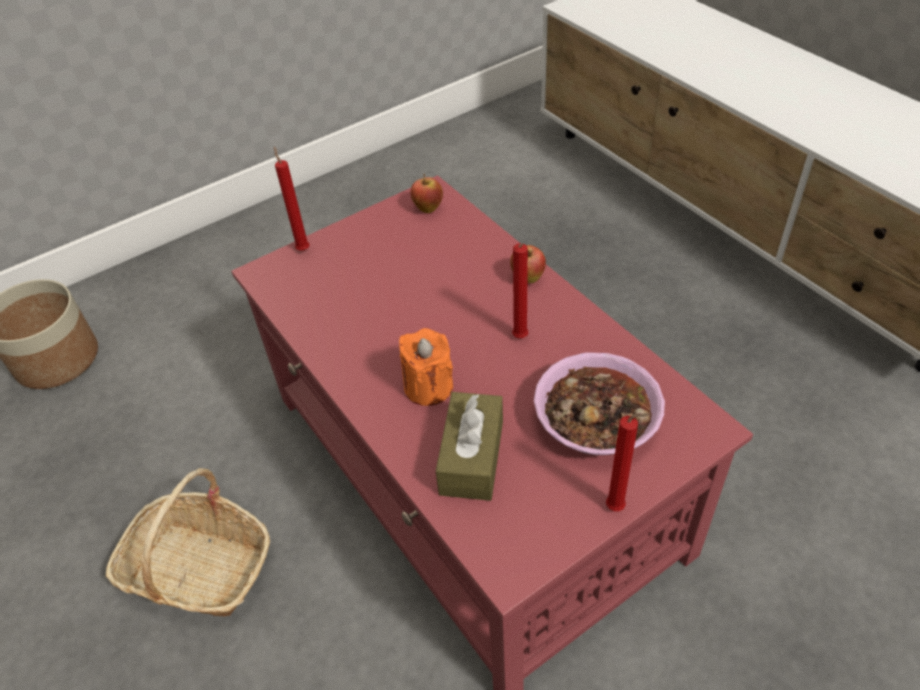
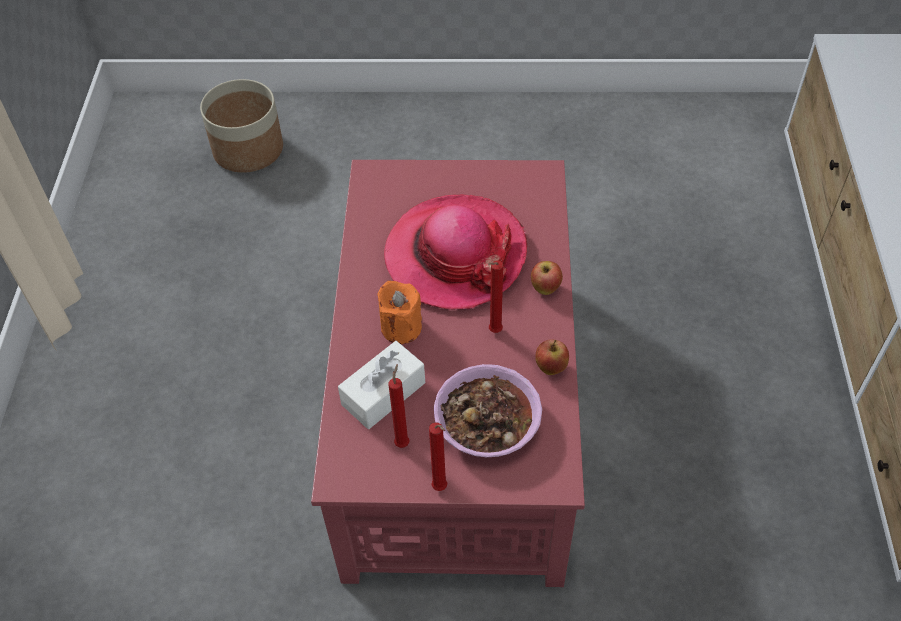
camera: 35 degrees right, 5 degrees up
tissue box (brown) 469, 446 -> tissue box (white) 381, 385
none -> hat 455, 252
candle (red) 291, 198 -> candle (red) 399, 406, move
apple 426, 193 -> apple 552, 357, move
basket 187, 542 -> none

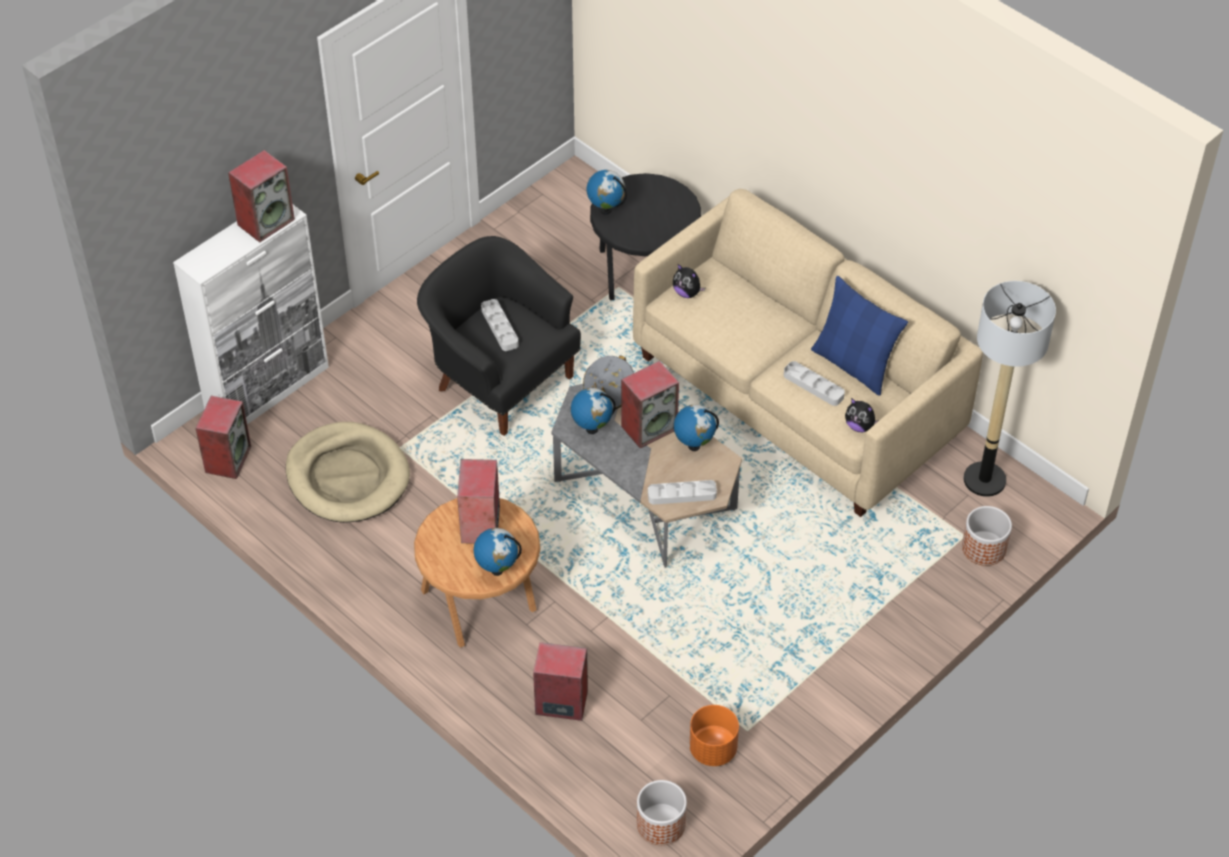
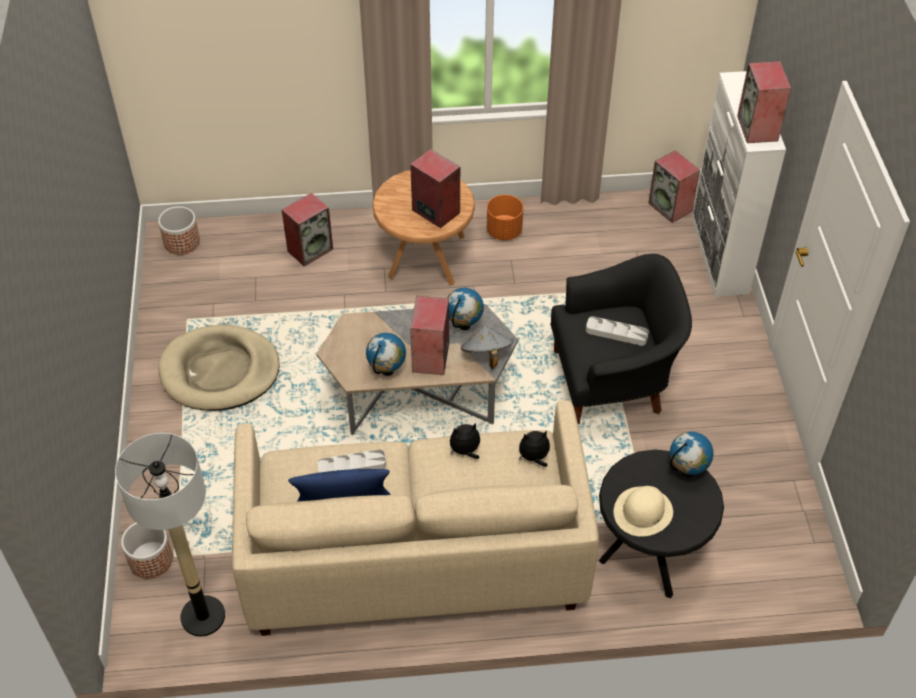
camera: 130 degrees right, 0 degrees up
dog bed (beige) 348, 472 -> dog bed (beige) 219, 368, move
plush toy 862, 415 -> plush toy 465, 441, move
planter (orange) 714, 735 -> planter (orange) 505, 217, move
none -> hat (beige) 643, 511
globe 497, 552 -> none
tray (grey) 682, 492 -> none

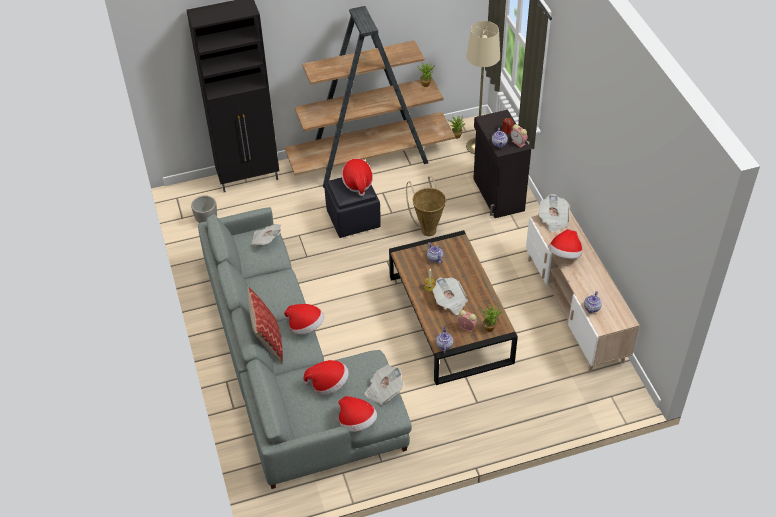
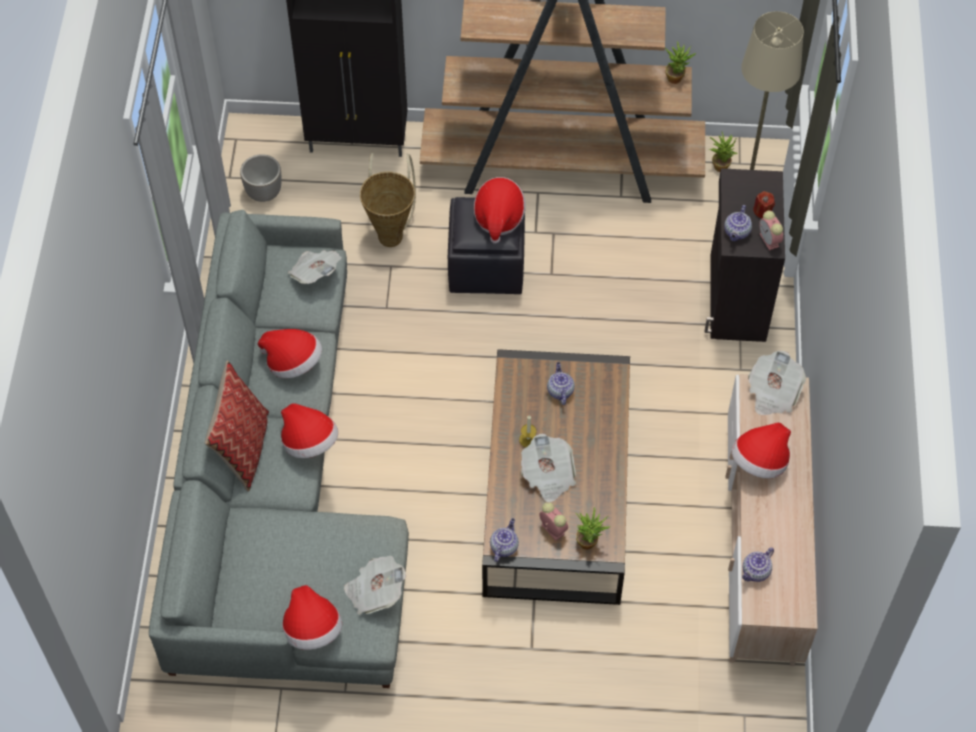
camera: 20 degrees right, 10 degrees up
hat 326, 377 -> hat 290, 353, move
basket 426, 206 -> basket 388, 200, move

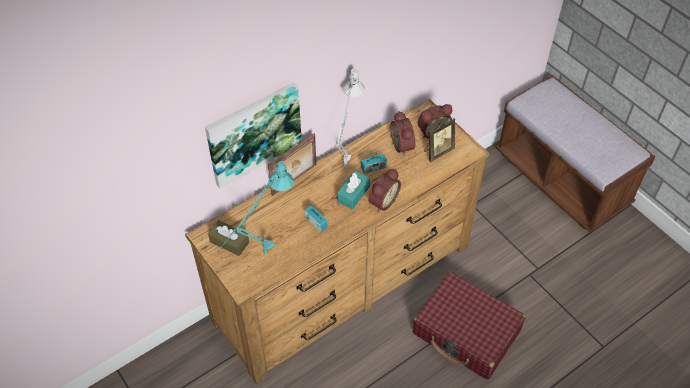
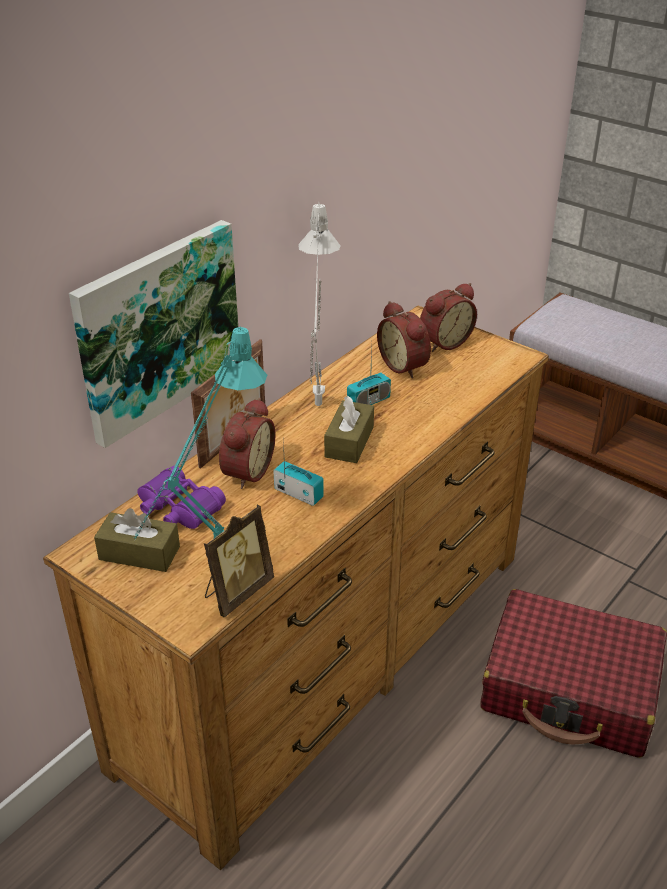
camera: 15 degrees left, 15 degrees down
none -> binoculars (purple) 181, 497
picture frame 439, 140 -> picture frame 239, 561, move
alarm clock 384, 190 -> alarm clock 246, 443, move
tissue box (turquoise) 353, 190 -> tissue box (brown) 349, 429

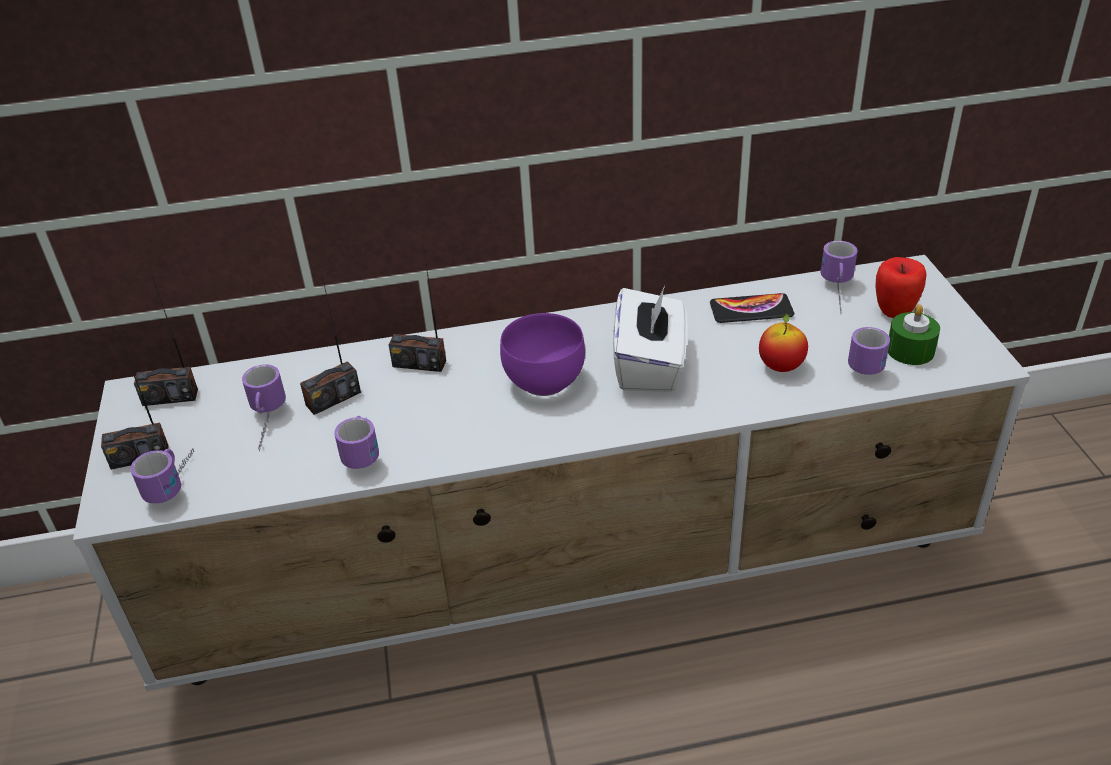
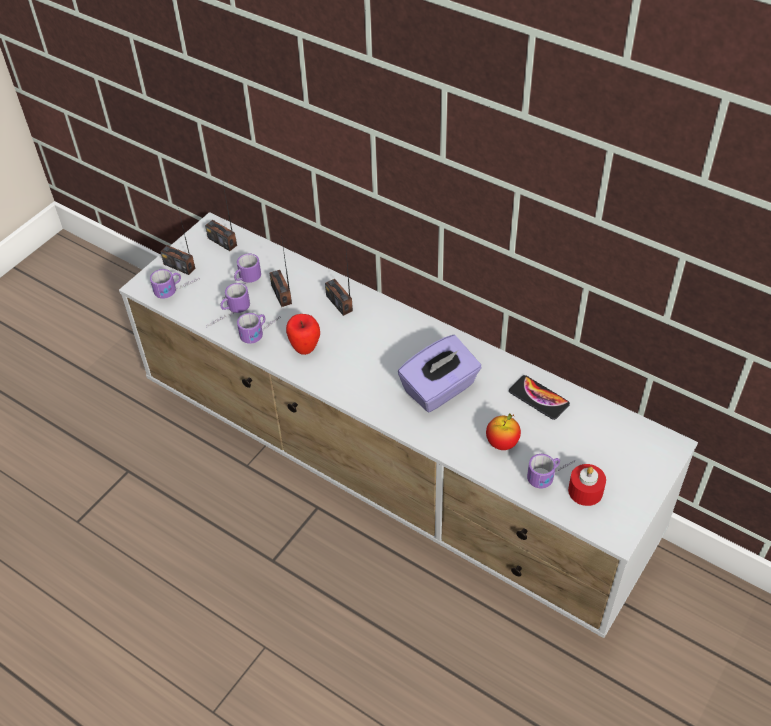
camera: 45 degrees right, 10 degrees up
mug 839, 277 -> mug 229, 304, move
radio 330, 343 -> radio 281, 274, 60 degrees clockwise
apple 900, 287 -> apple 303, 334, move
tissue box (white) 650, 339 -> tissue box (purple) 440, 373
candle (green) 914, 335 -> candle (red) 587, 485
bowl (purple) 542, 354 -> none

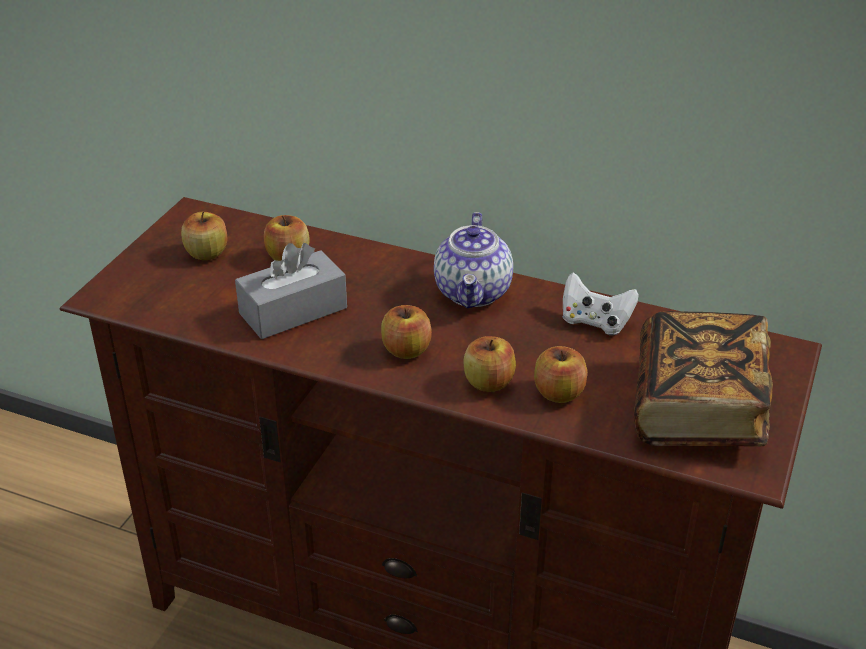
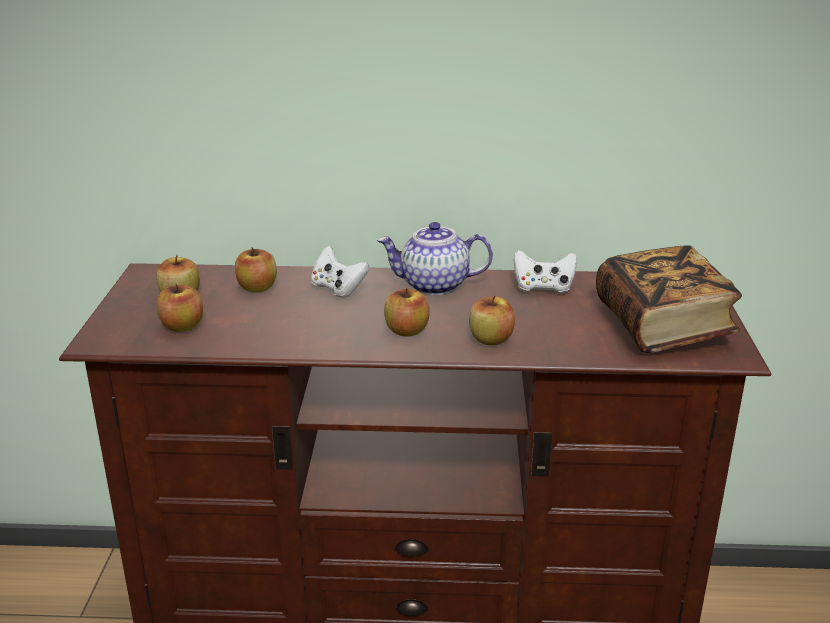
camera: 20 degrees left, 10 degrees down
apple 560, 374 -> apple 180, 308, move
none -> game controller (white) 340, 272
teapot 473, 260 -> teapot 435, 258, 105 degrees clockwise
tissue box (grey) 291, 291 -> none

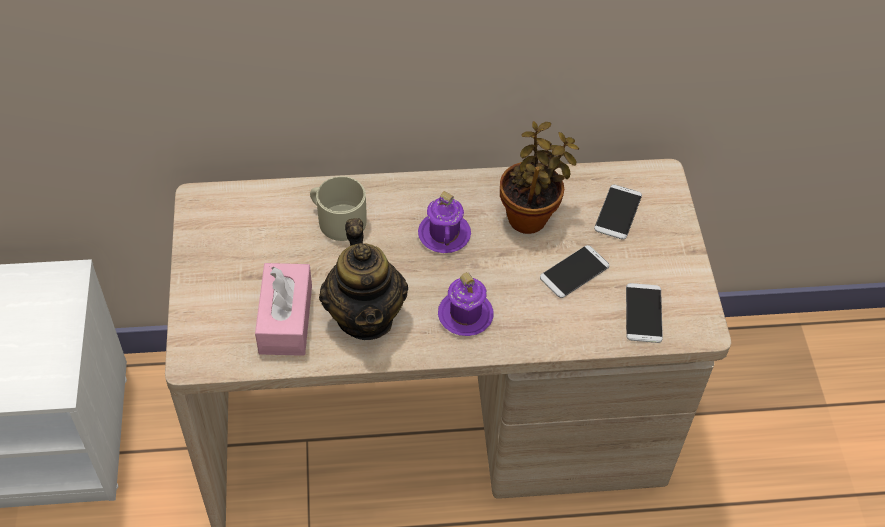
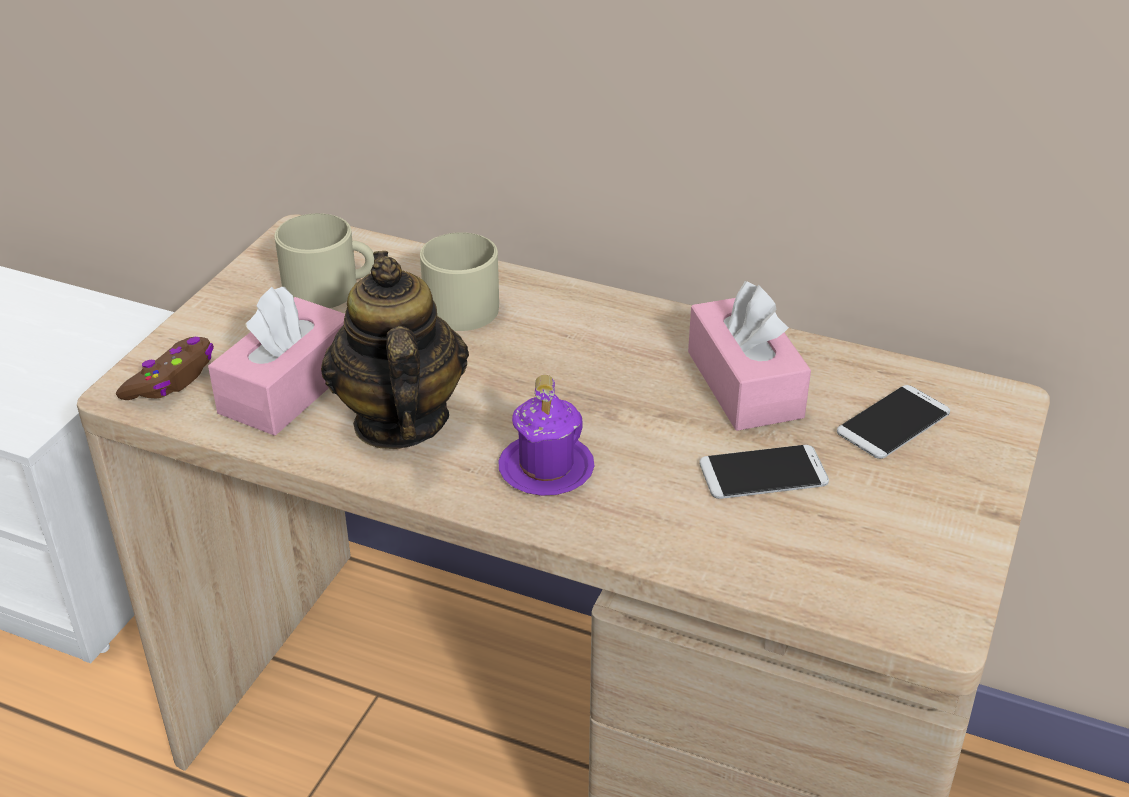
camera: 30 degrees right, 15 degrees down
none -> game controller (brown) 165, 368
none -> mug (beige) 324, 260
teapot 363, 279 -> teapot 395, 350, 150 degrees clockwise
potted plant 539, 177 -> tissue box (pink) 749, 356
mug (purple) 444, 222 -> none
phone 644, 313 -> none

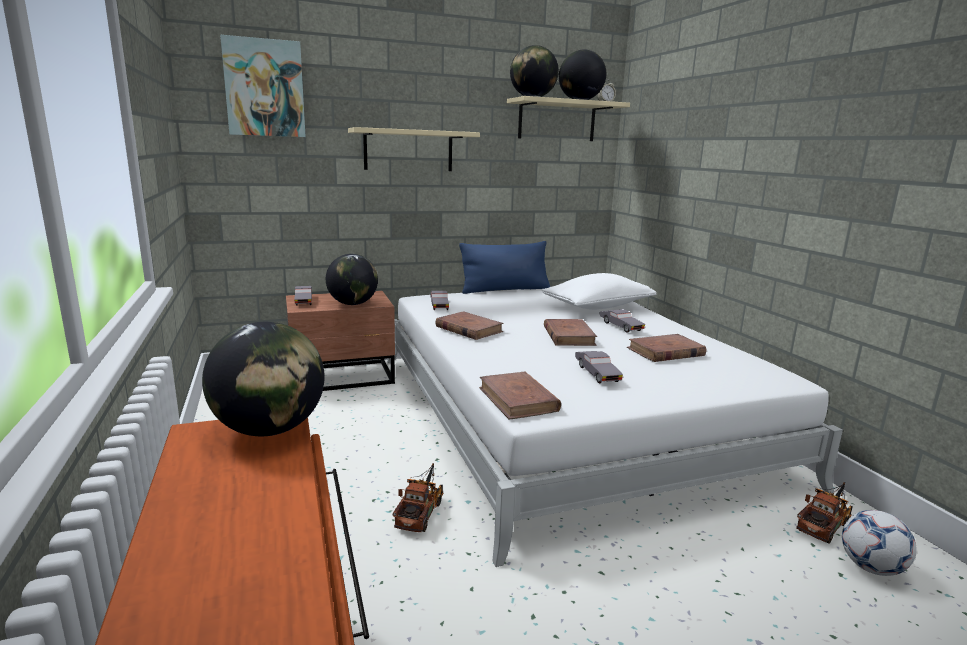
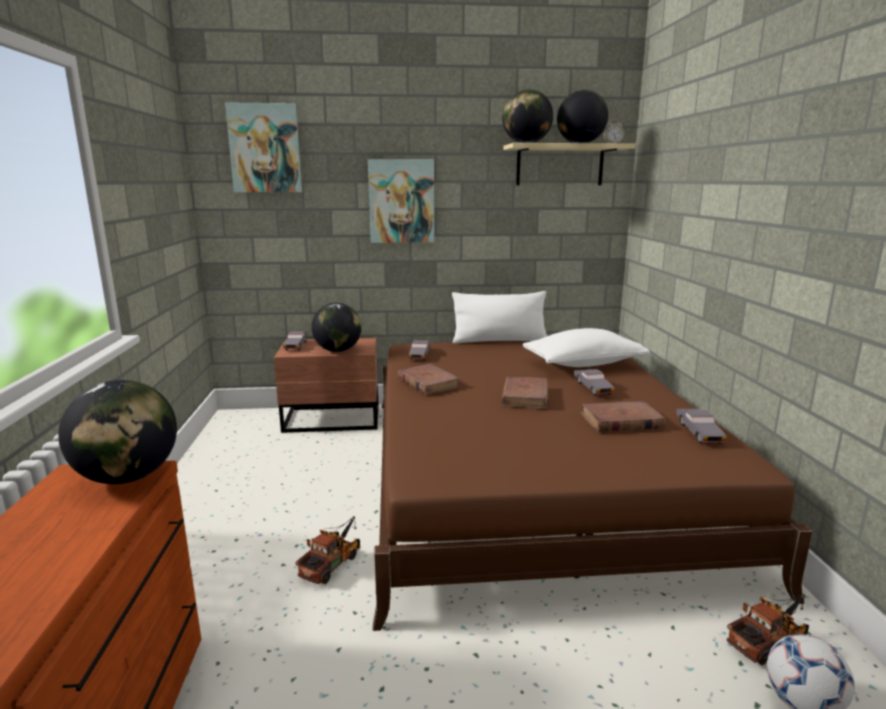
camera: 15 degrees right, 0 degrees up
shelf (beige) 414, 149 -> picture 401, 201
bed (white) 615, 428 -> bed (brown) 593, 486
pillow (blue) 504, 267 -> pillow (white) 499, 317
toy car (grey) 599, 367 -> toy car (grey) 701, 426, move
book (brown) 520, 395 -> none

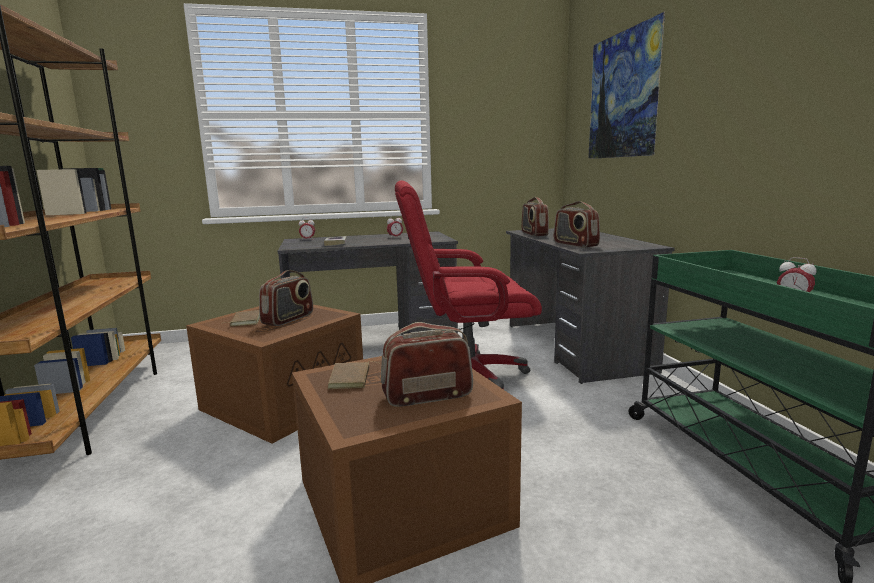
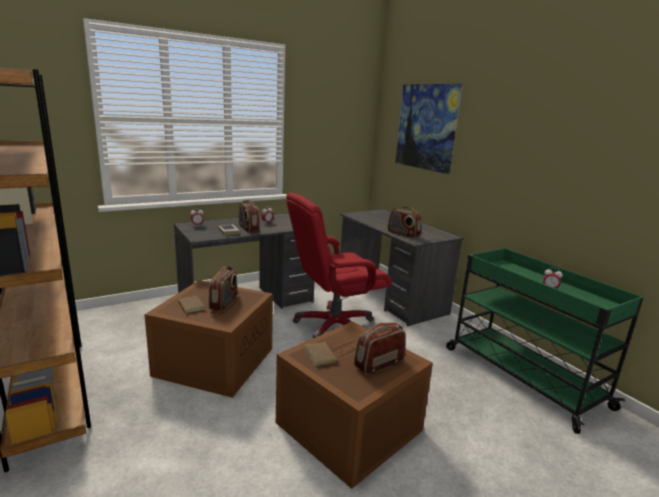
camera: 20 degrees left, 5 degrees up
radio 535, 216 -> radio 249, 216, move

